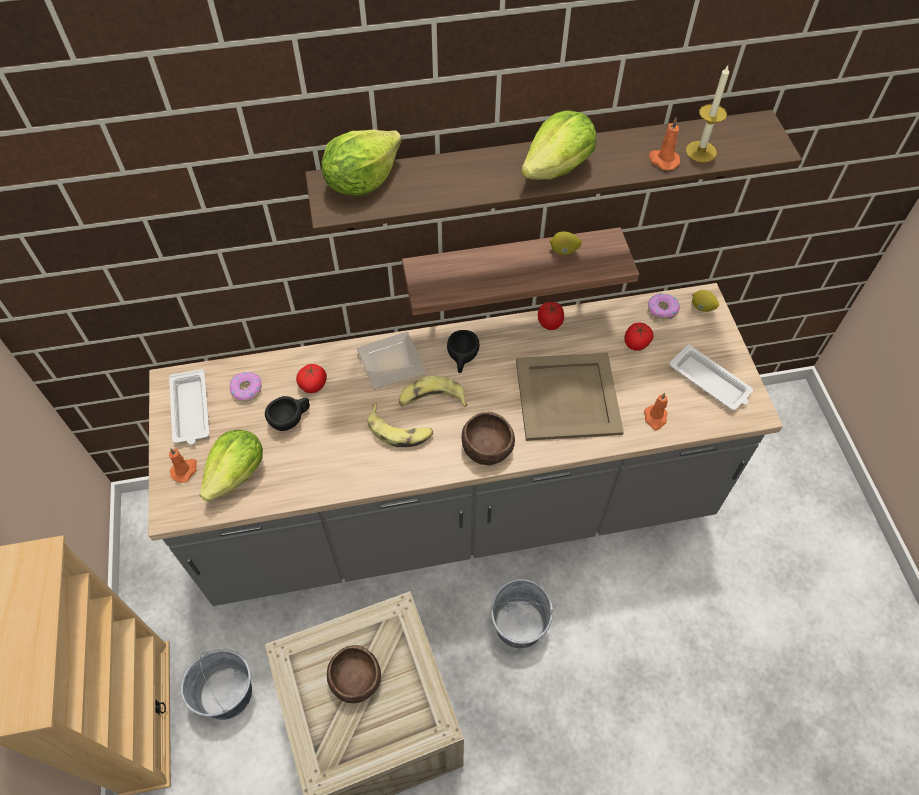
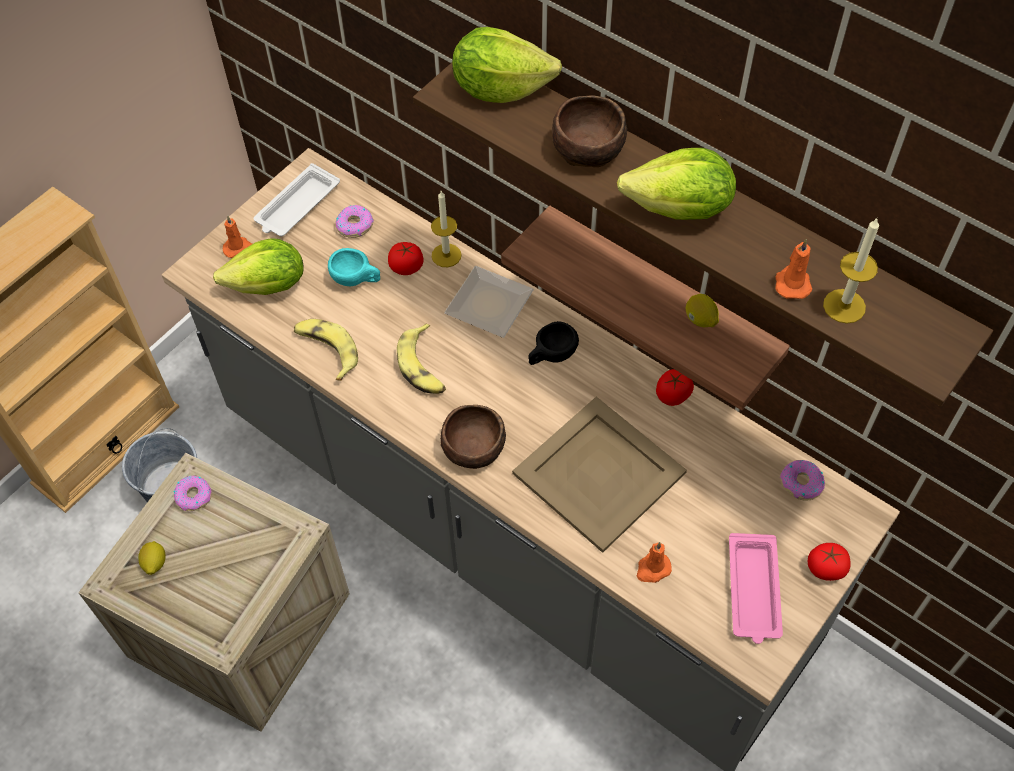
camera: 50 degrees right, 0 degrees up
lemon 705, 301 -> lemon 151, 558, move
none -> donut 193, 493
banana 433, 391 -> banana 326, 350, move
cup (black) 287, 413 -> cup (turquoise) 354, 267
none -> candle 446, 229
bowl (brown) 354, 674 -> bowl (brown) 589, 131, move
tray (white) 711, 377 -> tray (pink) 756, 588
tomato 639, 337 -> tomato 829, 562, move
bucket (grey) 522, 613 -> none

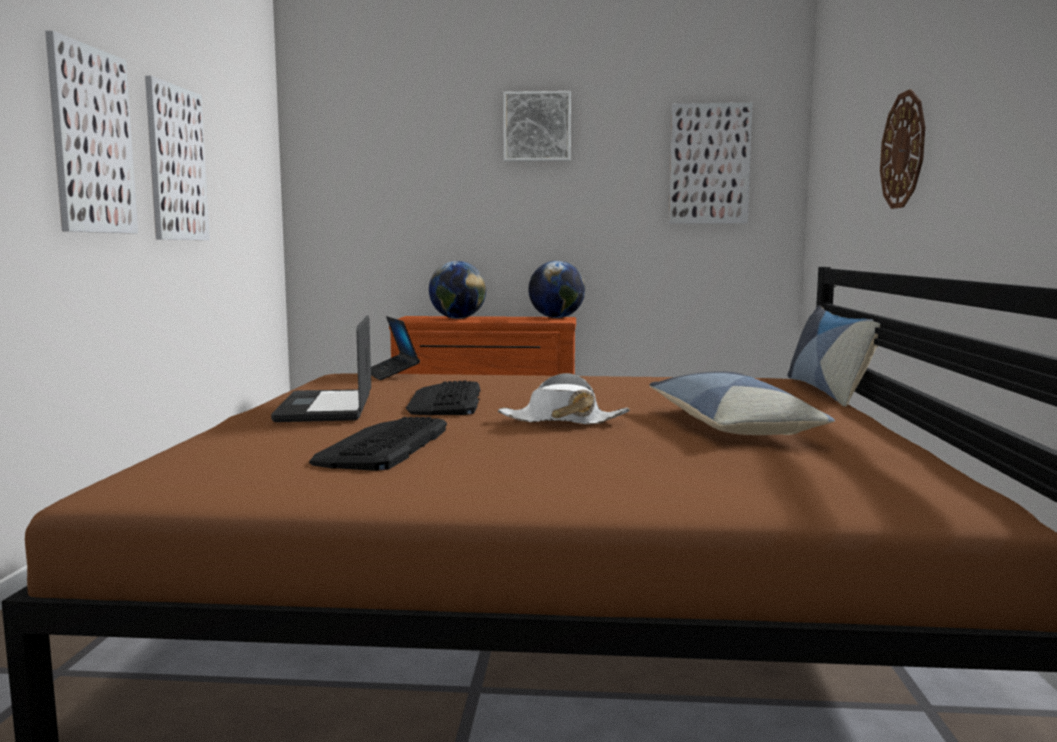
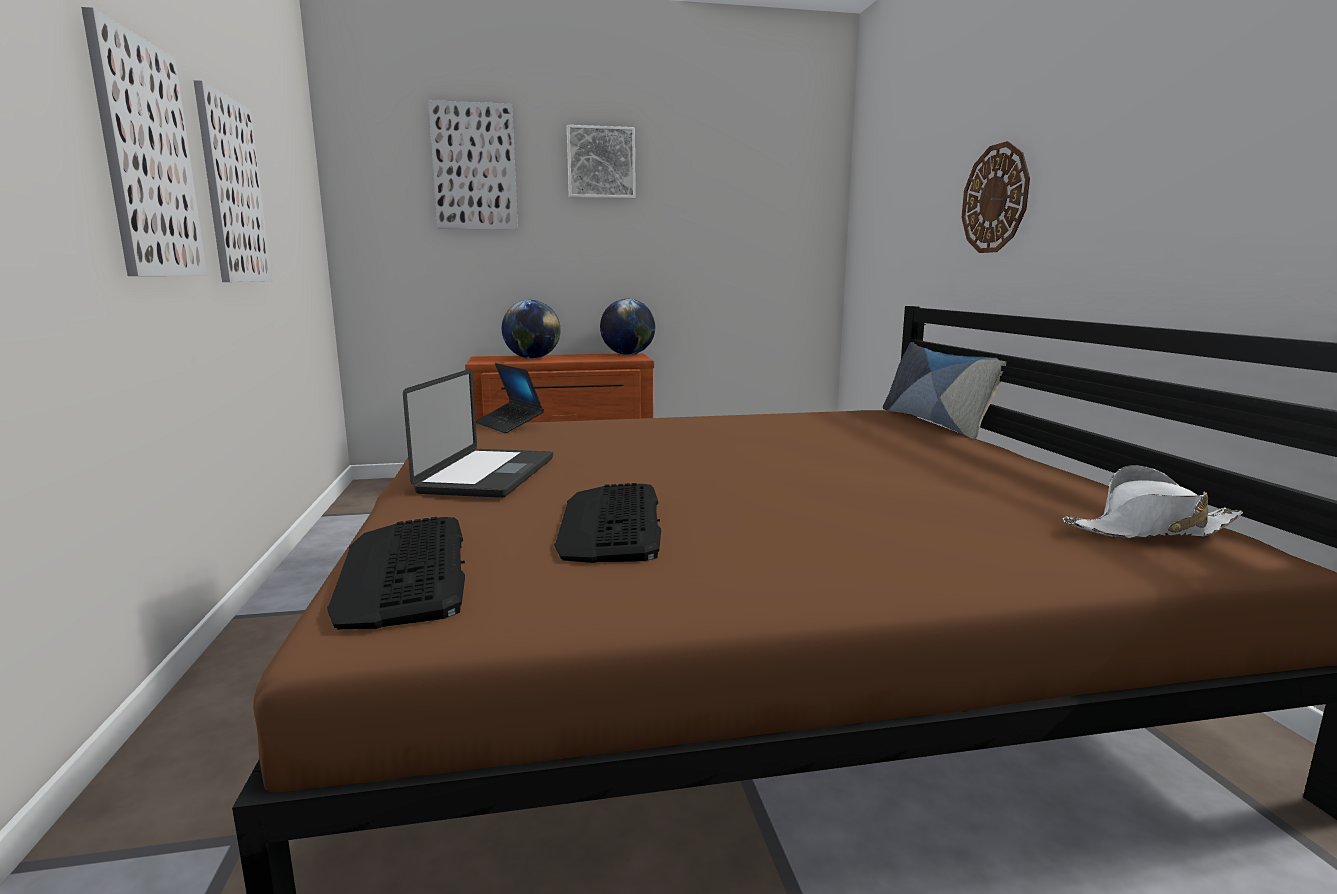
camera: 15 degrees left, 5 degrees up
keyboard 443, 397 -> keyboard 396, 573, move
laptop 321, 368 -> laptop 478, 433, 150 degrees counterclockwise
picture 710, 163 -> picture 473, 165, move
hat (white) 564, 399 -> hat (white) 1152, 501, move
pillow 742, 403 -> none

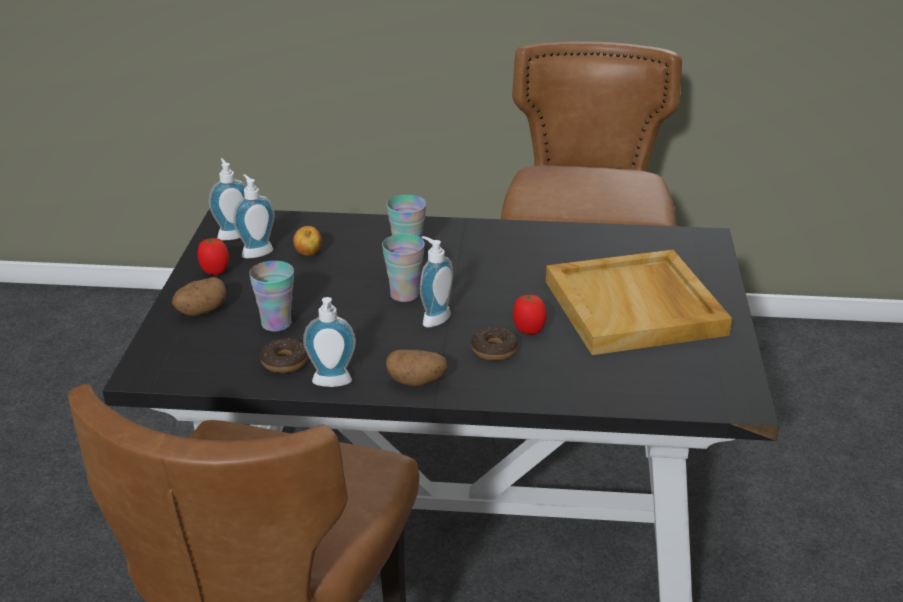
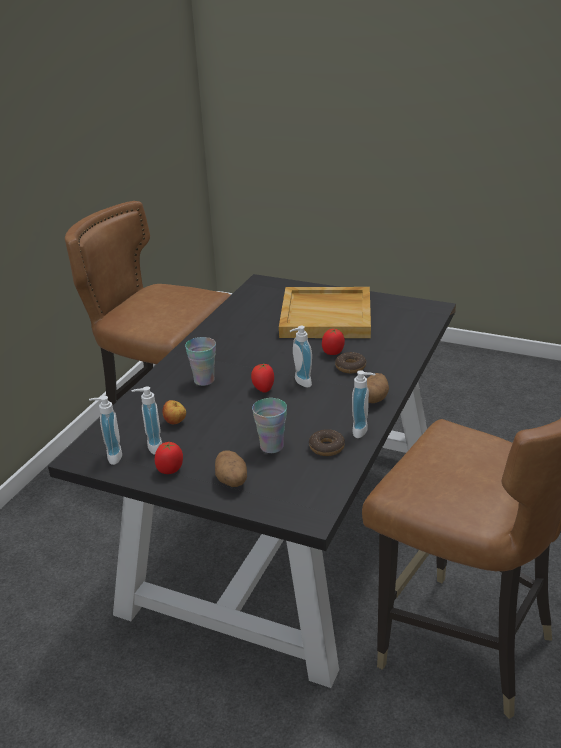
camera: 70 degrees left, 0 degrees up
cup 403, 268 -> tomato 262, 378

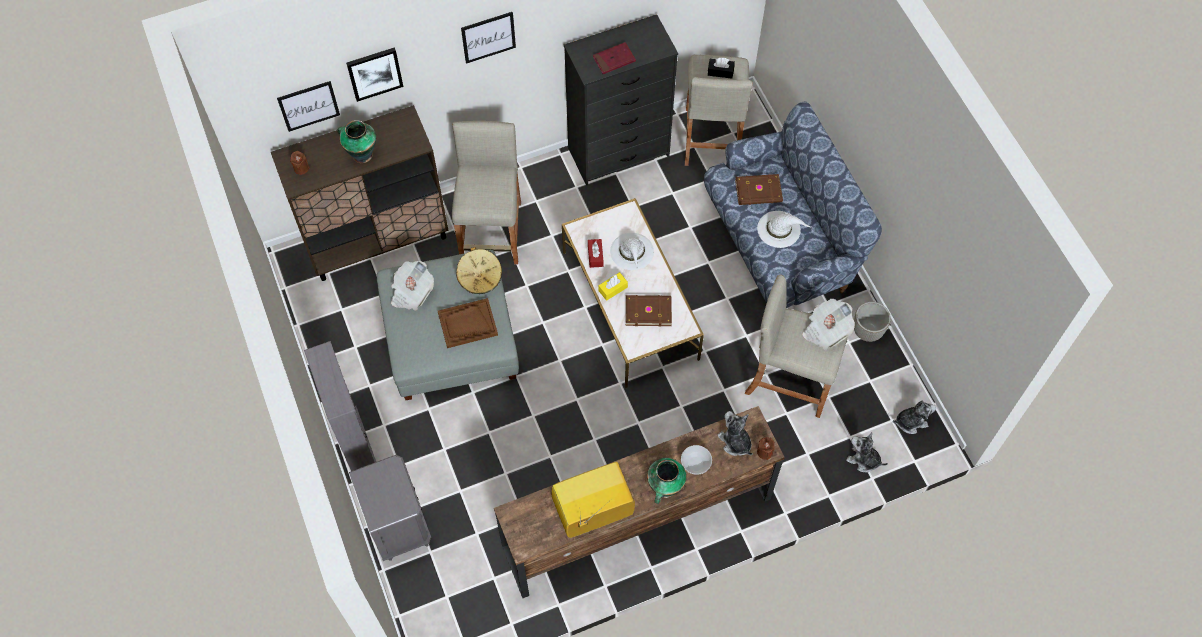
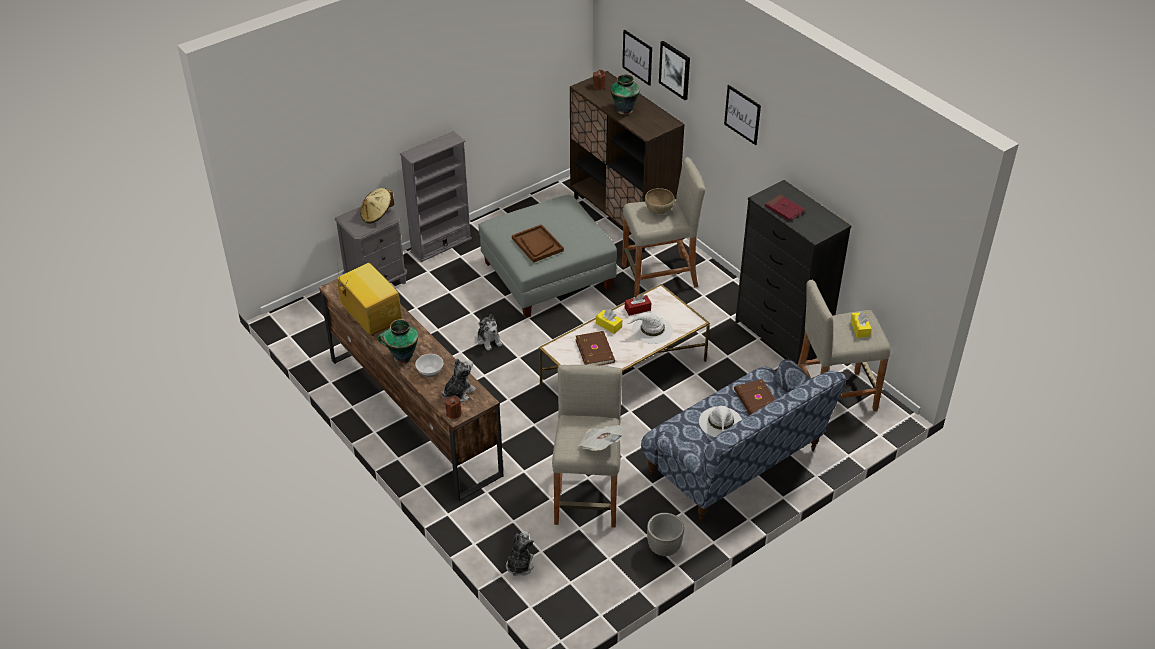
camera: 75 degrees right, 20 degrees down
hat (beige) 479, 270 -> hat (beige) 377, 206, move
plush toy 914, 417 -> plush toy 489, 332, move
none -> bowl (brown) 660, 201
tissue box (black) 721, 68 -> tissue box (yellow) 861, 324
newspaper 412, 286 -> none

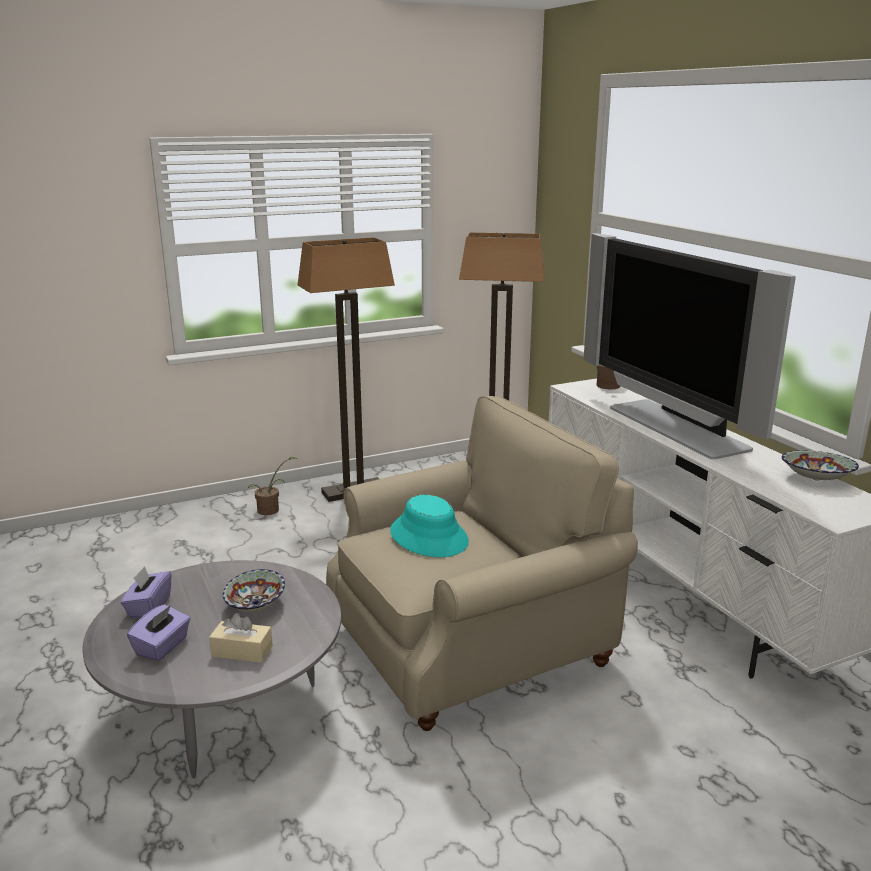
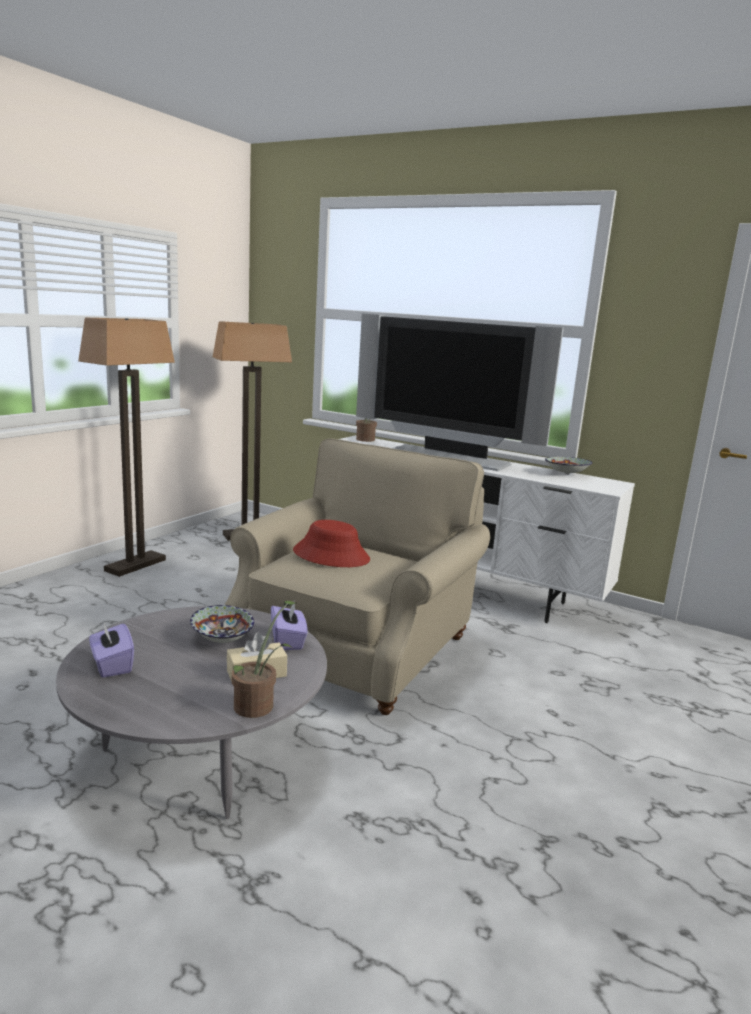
camera: 35 degrees left, 5 degrees down
potted plant 272, 486 -> potted plant 263, 659, move
tissue box (purple) 159, 632 -> tissue box (purple) 289, 627, move
hat (turquoise) 429, 526 -> hat (red) 331, 543

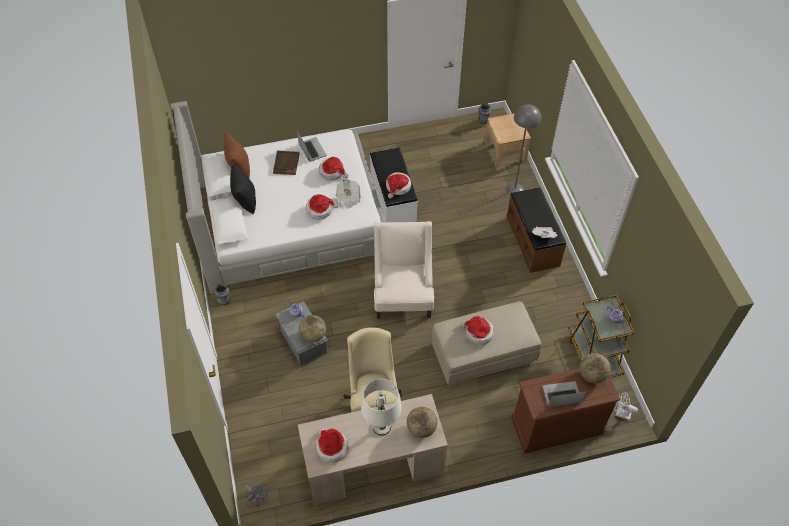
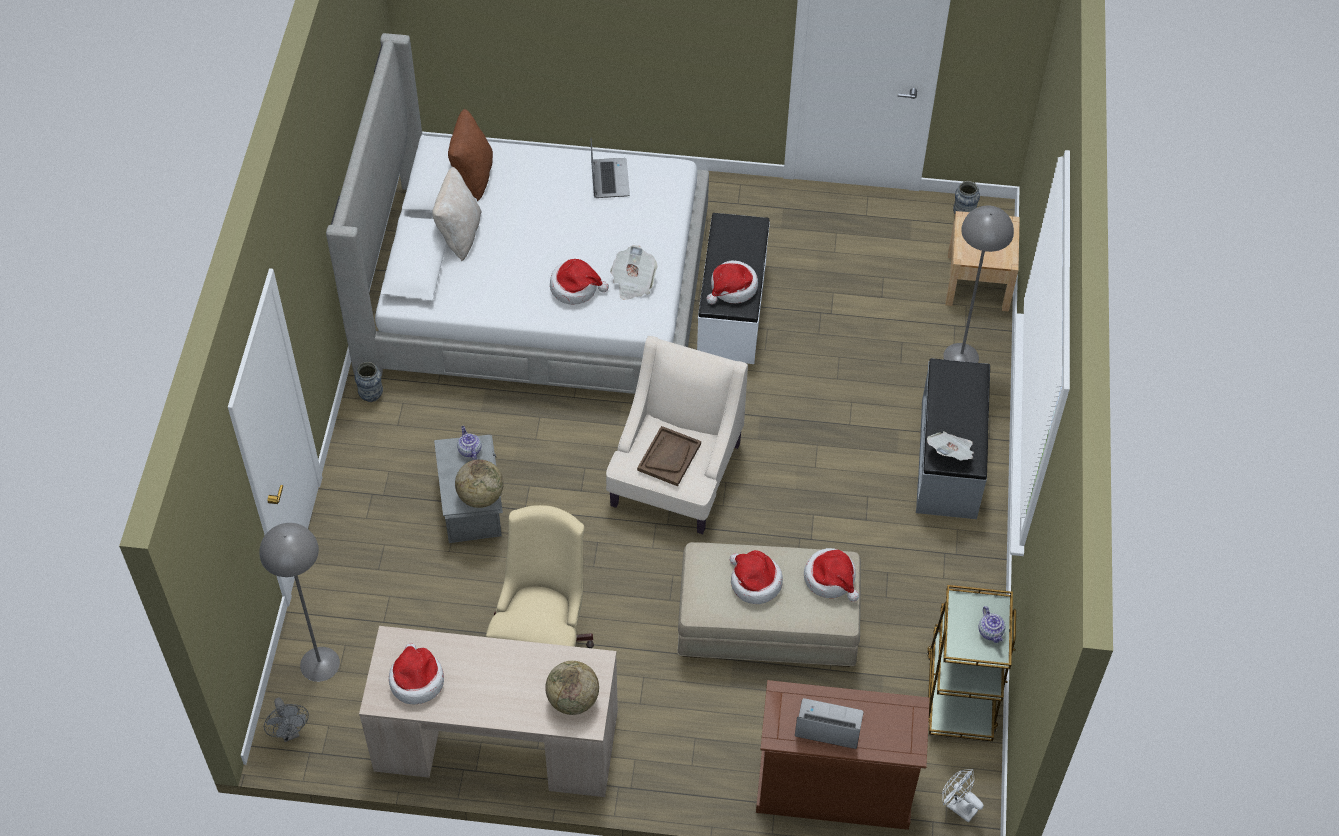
camera: 20 degrees right, 0 degrees up
none -> floor lamp (grey) 299, 602
pillow (black) 243, 189 -> pillow (beige) 457, 214
tray (brown) 286, 163 -> tray (brown) 669, 456, move
hat 334, 169 -> hat 831, 575, move
bench (brown) 536, 230 -> bench (grey) 953, 438
table lamp (white) 381, 407 -> none
globe 595, 368 -> none

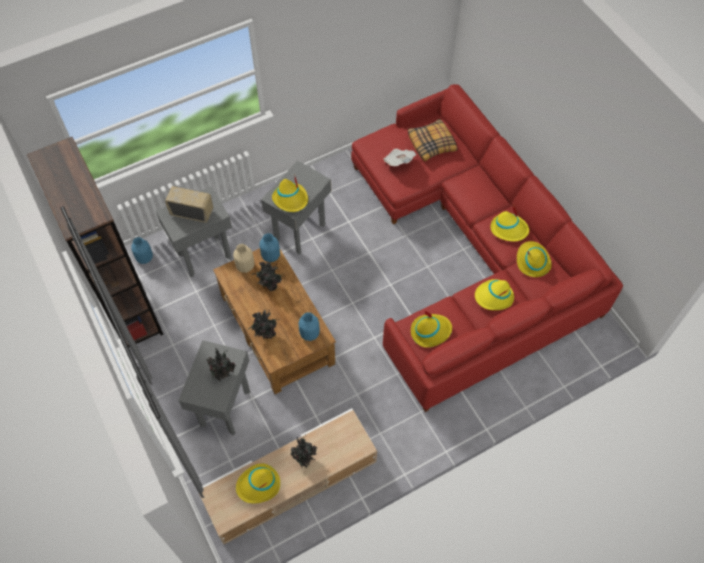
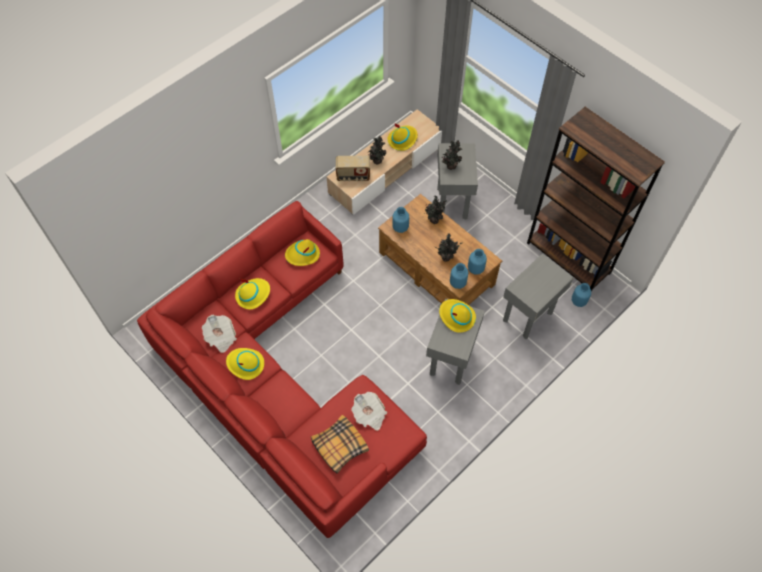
camera: 165 degrees right, 0 degrees up
hat (yellow) 534, 259 -> newspaper 219, 334
radio 189, 204 -> radio 353, 168, move
vase (beige) 244, 258 -> vase (blue) 477, 262

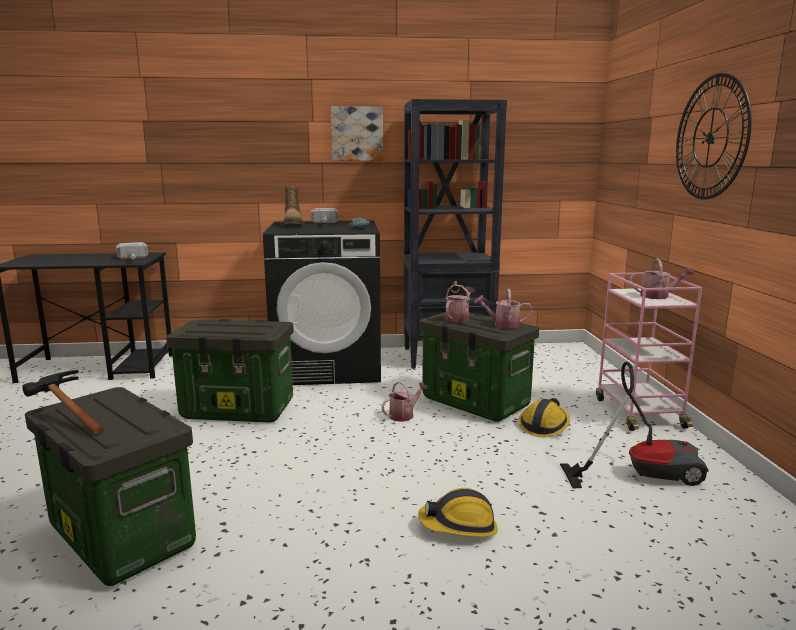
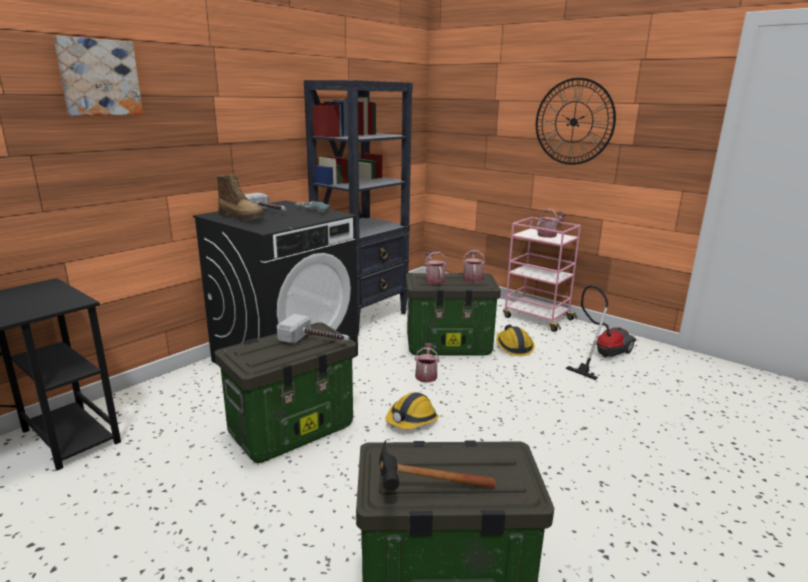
camera: 45 degrees left, 5 degrees up
picture 357, 134 -> picture 98, 76, move
hammer 132, 250 -> hammer 313, 329, move
hard hat 458, 512 -> hard hat 412, 410, move
watering can 503, 309 -> watering can 473, 266, 135 degrees clockwise

